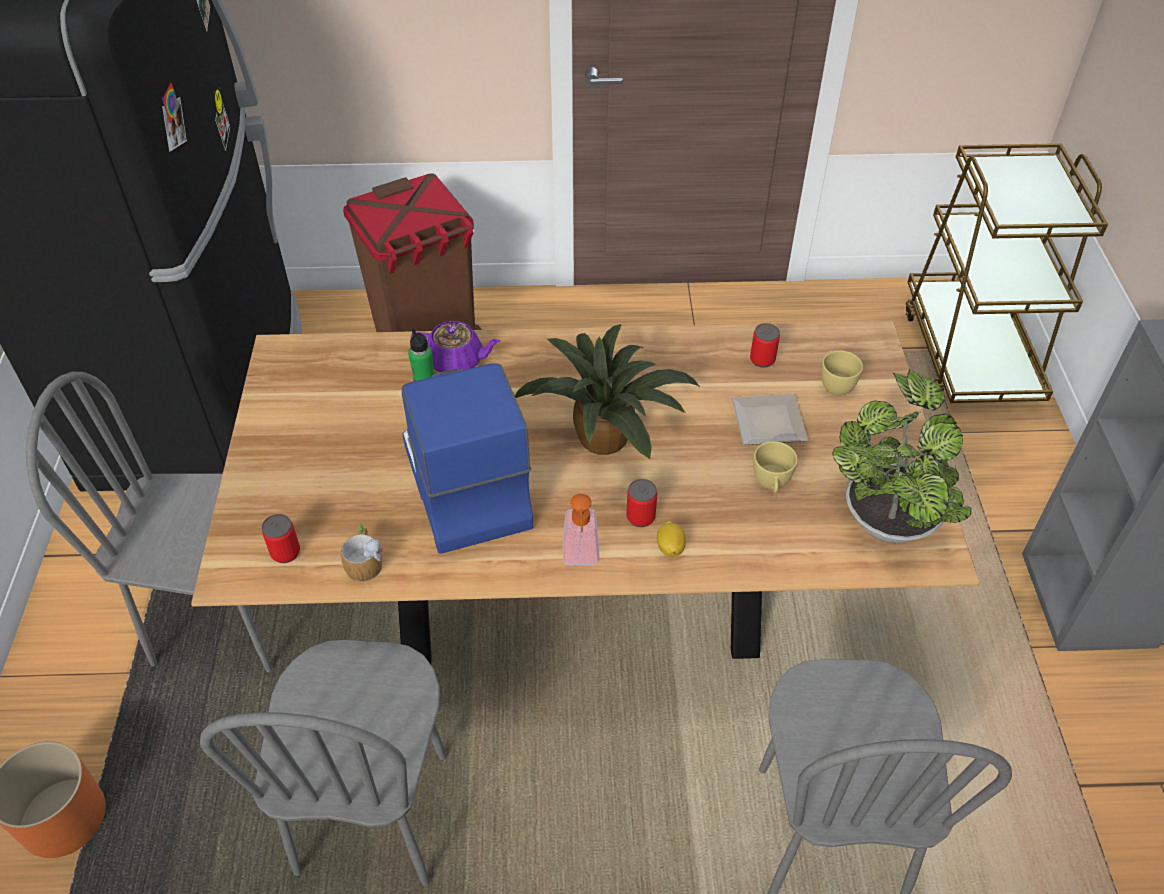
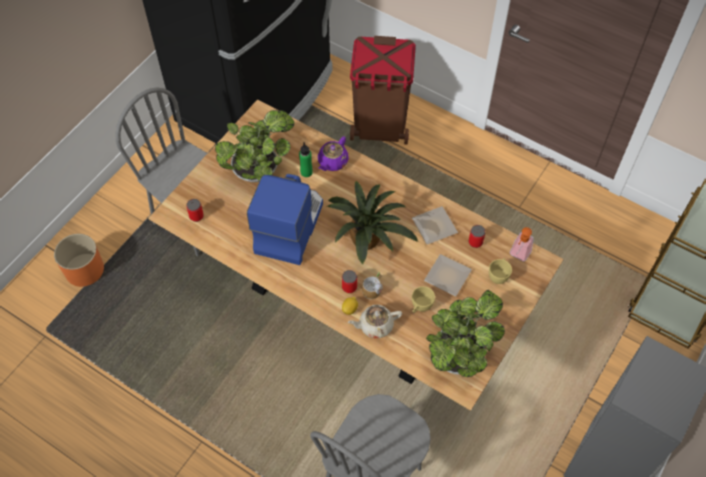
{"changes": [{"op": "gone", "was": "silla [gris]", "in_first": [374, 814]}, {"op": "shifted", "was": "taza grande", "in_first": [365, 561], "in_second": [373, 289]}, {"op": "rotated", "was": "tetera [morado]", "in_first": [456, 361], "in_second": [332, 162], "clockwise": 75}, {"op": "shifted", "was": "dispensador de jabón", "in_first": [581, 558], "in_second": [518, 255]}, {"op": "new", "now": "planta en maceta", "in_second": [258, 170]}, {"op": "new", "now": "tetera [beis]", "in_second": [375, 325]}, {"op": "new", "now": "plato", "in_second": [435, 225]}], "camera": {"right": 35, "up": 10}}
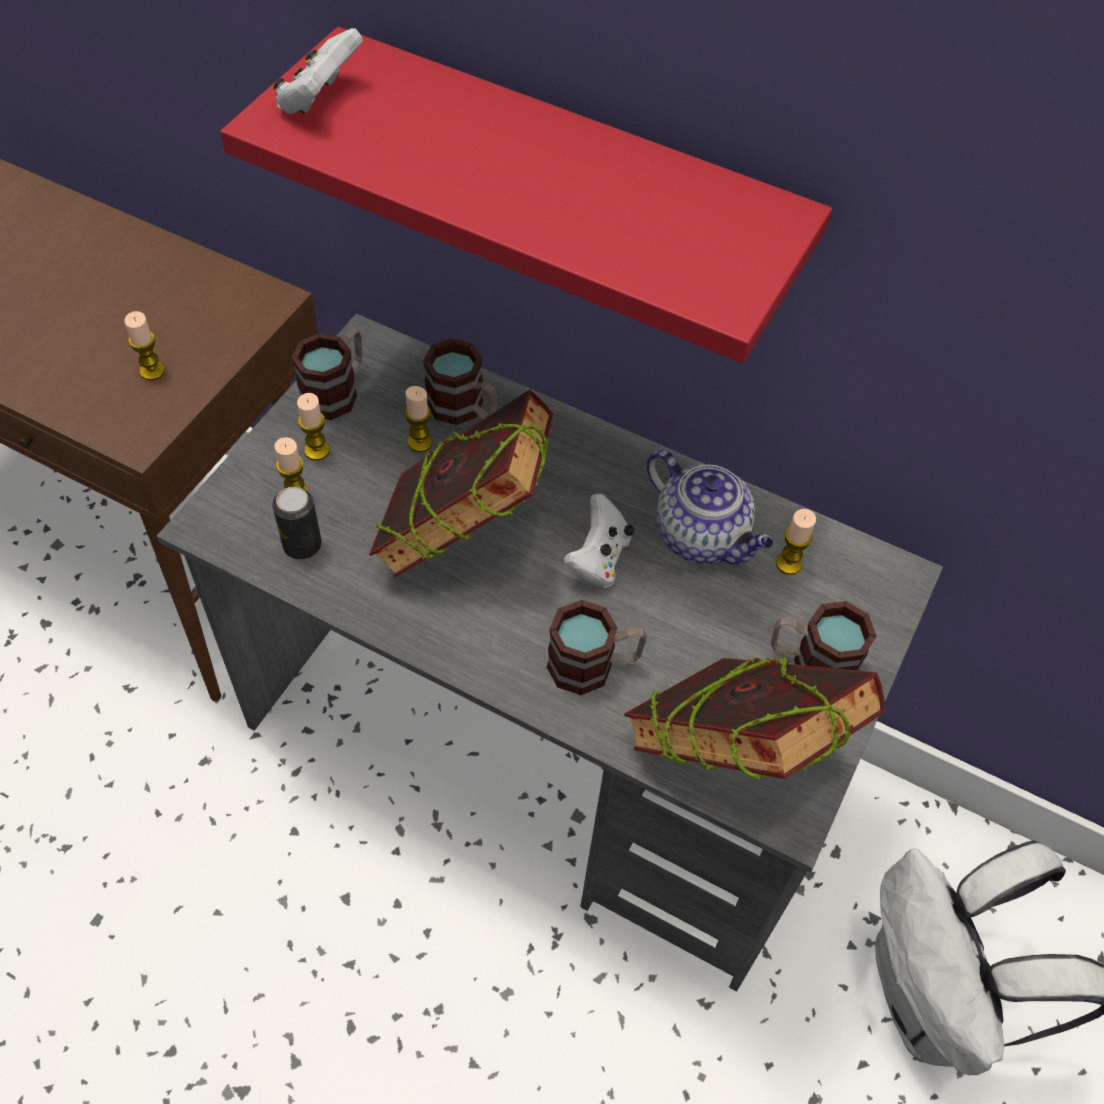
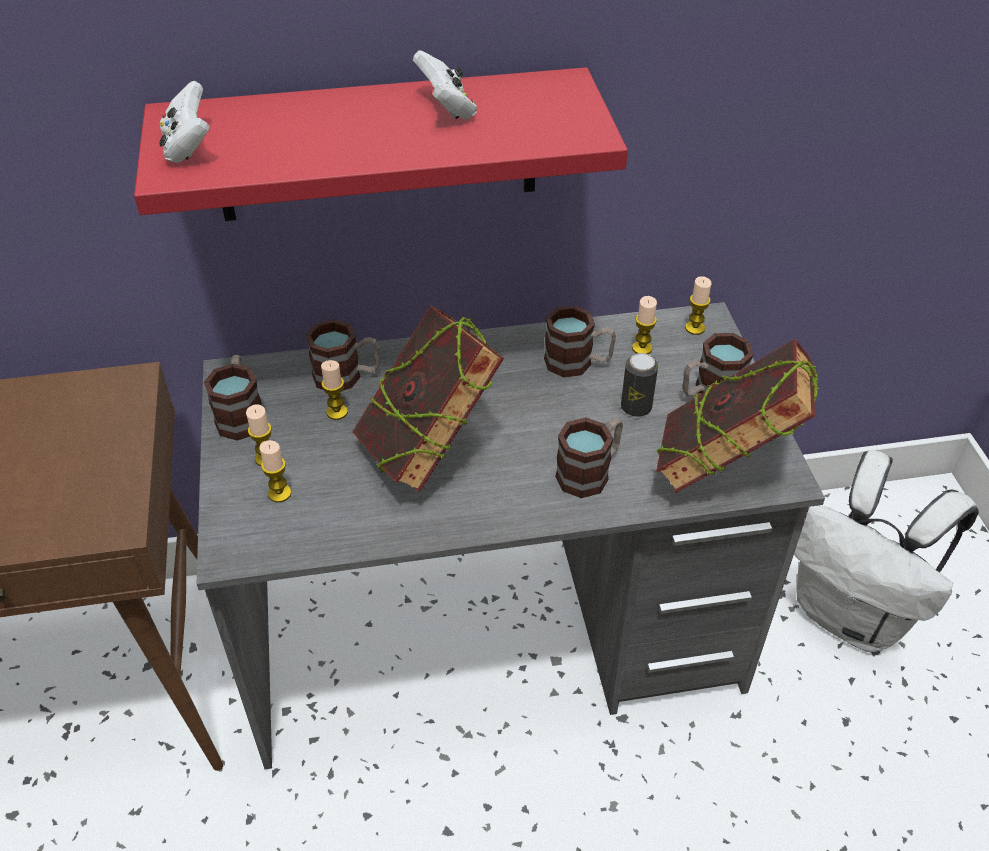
{"changes": [{"op": "shifted", "was": "vela", "in_first": [152, 371], "in_second": [695, 328]}, {"op": "shifted", "was": "lata", "in_first": [302, 545], "in_second": [636, 407]}, {"op": "shifted", "was": "mando de consola [blanco]", "in_first": [598, 558], "in_second": [447, 109]}, {"op": "swapped", "was": "tetera", "now": "taza grande", "in_first": [702, 537], "in_second": [578, 363]}], "camera": {"right": -35, "up": -10}}
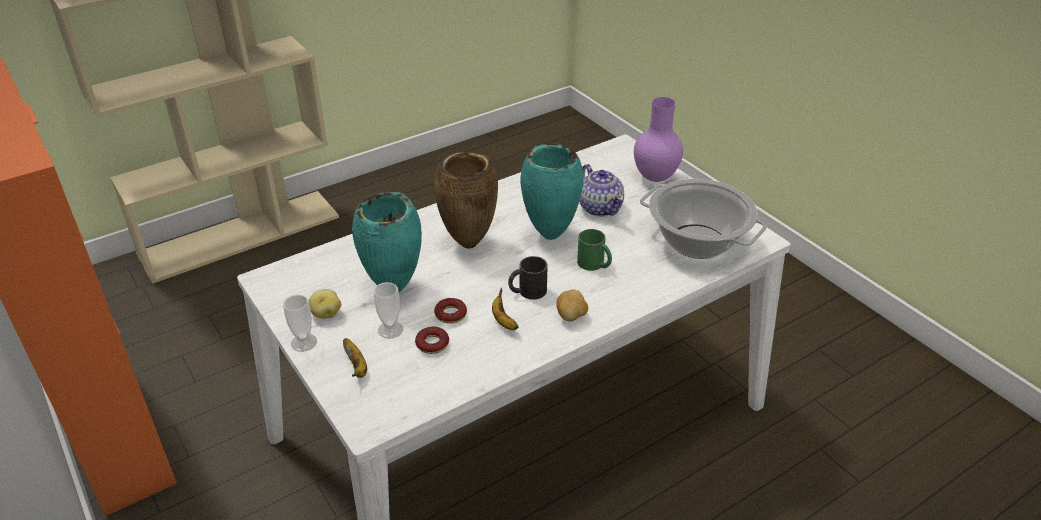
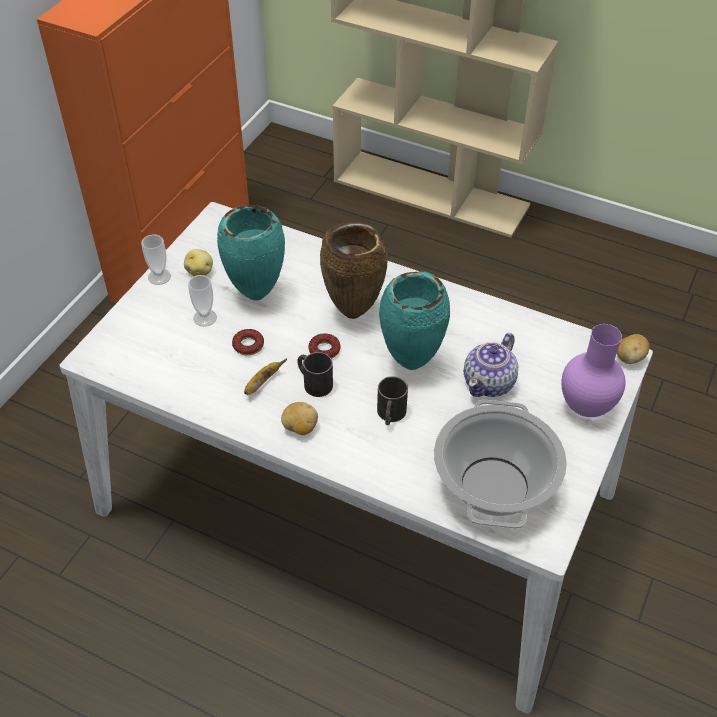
{"changes": [{"op": "gone", "was": "plátano", "in_first": [357, 366]}, {"op": "shifted", "was": "rosquilla", "in_first": [432, 343], "in_second": [324, 350]}, {"op": "repainted", "was": "taza grande [verde]", "now": "taza grande [negro]", "in_first": [595, 264], "in_second": [390, 415]}, {"op": "new", "now": "patata", "in_second": [629, 358]}], "camera": {"right": 60, "up": 10}}
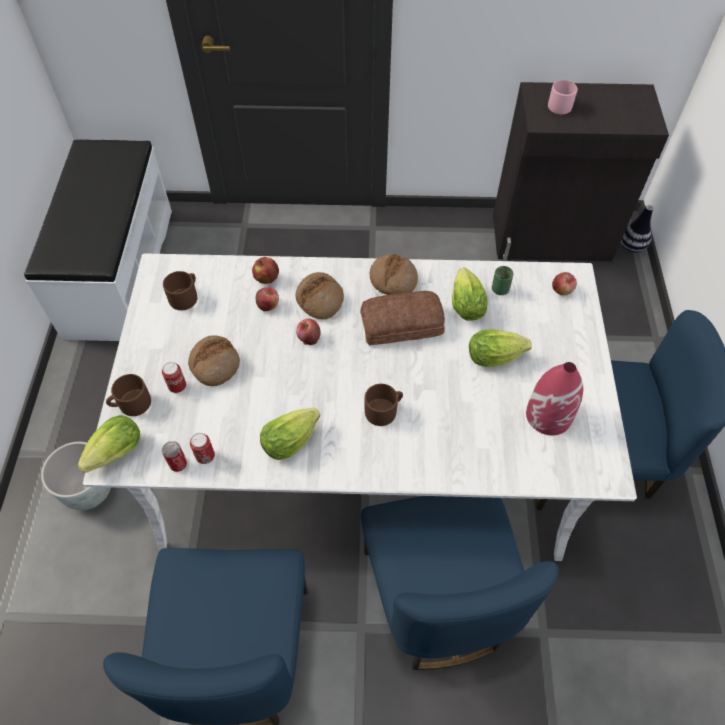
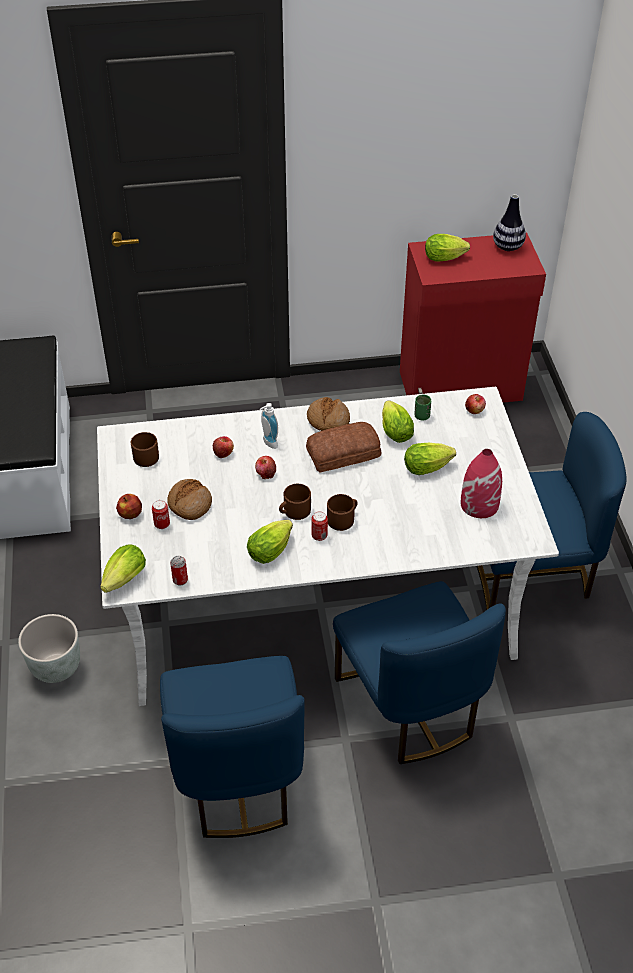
{"changes": [{"op": "shifted", "was": "taza grande [marrón]", "in_first": [131, 404], "in_second": [294, 511]}, {"op": "shifted", "was": "lata", "in_first": [205, 456], "in_second": [319, 536]}, {"op": "shifted", "was": "manzana", "in_first": [267, 278], "in_second": [130, 514]}, {"op": "swapped", "was": "pan", "now": "dispensador de jabón", "in_first": [320, 300], "in_second": [268, 443]}, {"op": "repainted", "was": "armario [negro]", "now": "armario [rojo]", "in_first": [552, 239], "in_second": [461, 387]}, {"op": "swapped", "was": "taza grande [rosa]", "now": "lechuga", "in_first": [559, 104], "in_second": [446, 258]}, {"op": "shifted", "was": "florero", "in_first": [631, 247], "in_second": [508, 247]}], "camera": {"right": -10, "up": -10}}
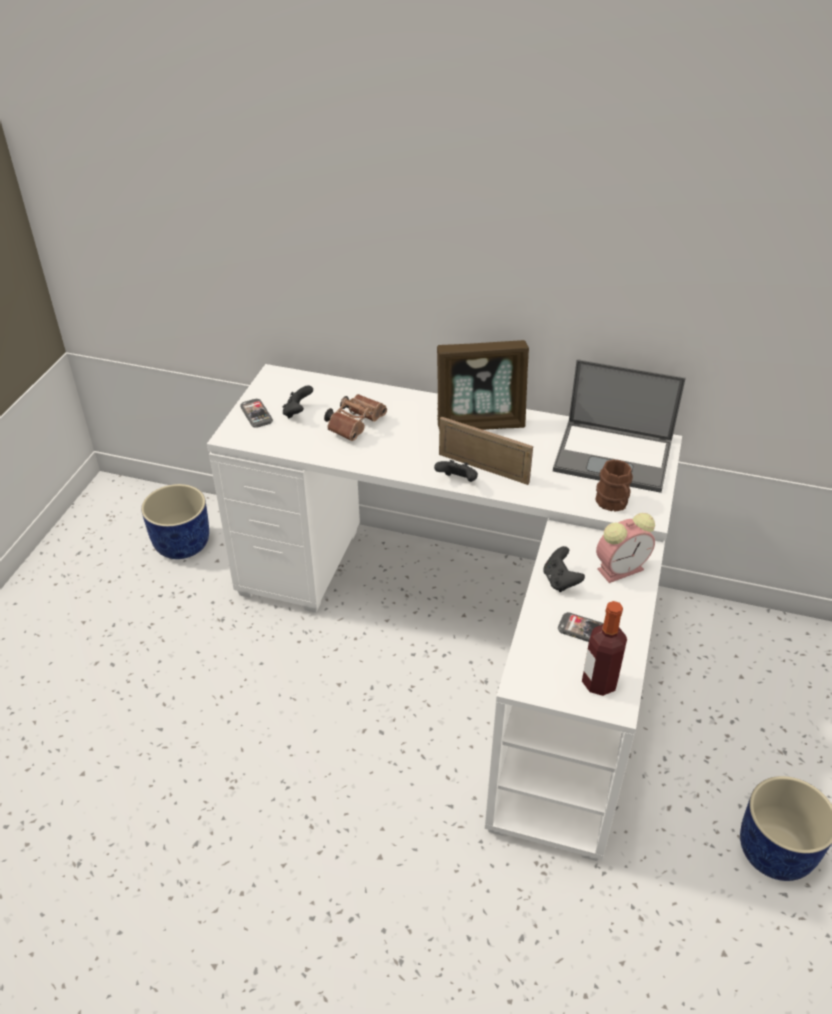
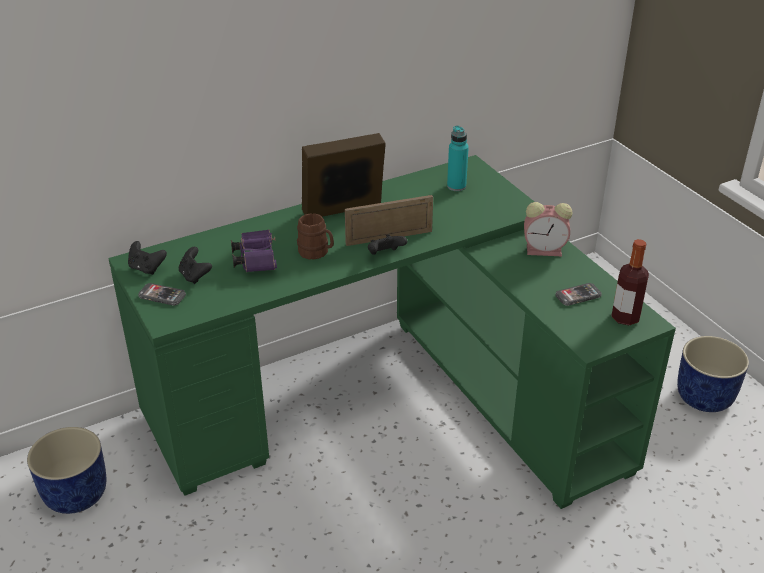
{"changes": [{"op": "repainted", "was": "escritorio [blanco]", "now": "escritorio [verde]", "in_first": [471, 632], "in_second": [394, 400]}, {"op": "repainted", "was": "prismáticos [marrón]", "now": "prismáticos [morado]", "in_first": [356, 424], "in_second": [255, 259]}, {"op": "rotated", "was": "portarretratos", "in_first": [480, 423], "in_second": [343, 211], "clockwise": -150}, {"op": "shifted", "was": "mando de consola [negro]", "in_first": [560, 581], "in_second": [146, 268]}, {"op": "swapped", "was": "portátil", "now": "botella [turquesa]", "in_first": [614, 456], "in_second": [456, 186]}, {"op": "shifted", "was": "taza grande [marrón]", "in_first": [613, 504], "in_second": [316, 253]}, {"op": "rotated", "was": "despertador", "in_first": [621, 568], "in_second": [545, 250], "clockwise": 75}], "camera": {"right": -45, "up": -5}}
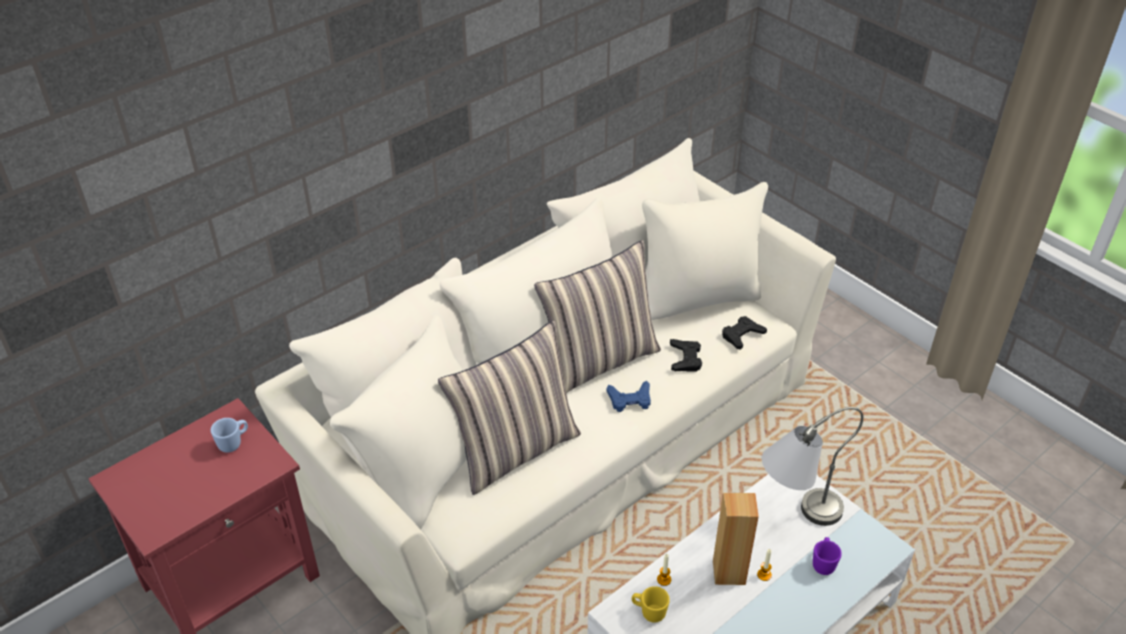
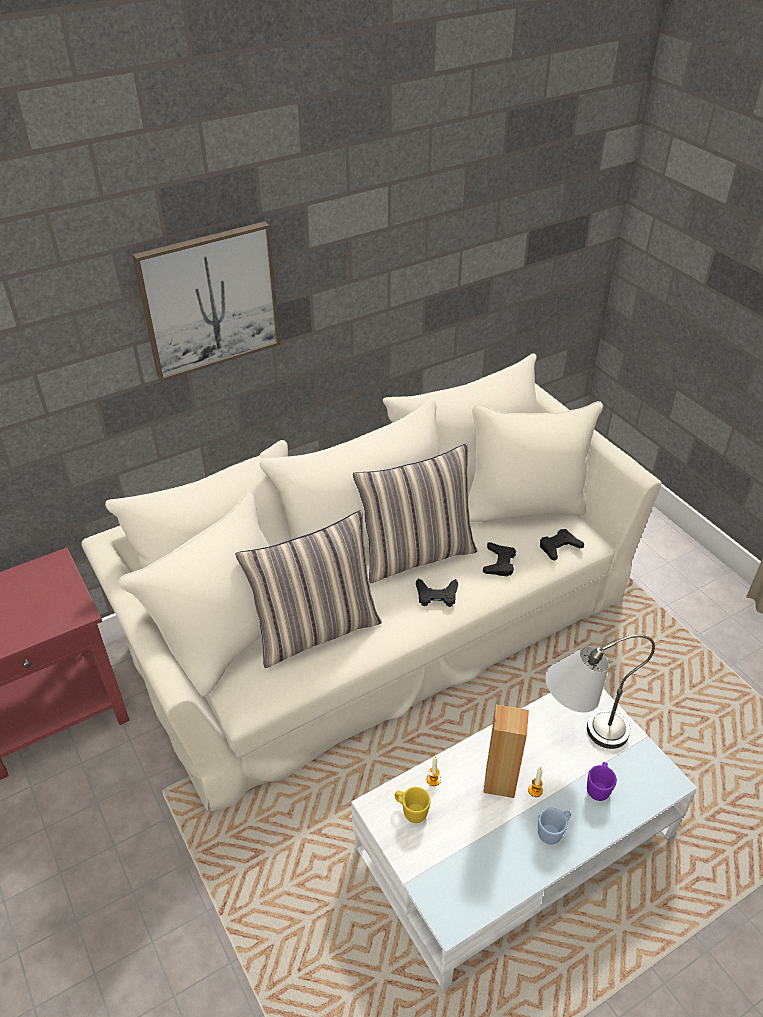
{"changes": [{"op": "shifted", "was": "taza grande [azul]", "in_first": [234, 443], "in_second": [553, 832]}, {"op": "repainted", "was": "mando de consola [azul]", "now": "mando de consola [negro]", "in_first": [630, 400], "in_second": [436, 595]}, {"op": "new", "now": "cuadro", "in_second": [210, 300]}], "camera": {"right": 10, "up": 0}}
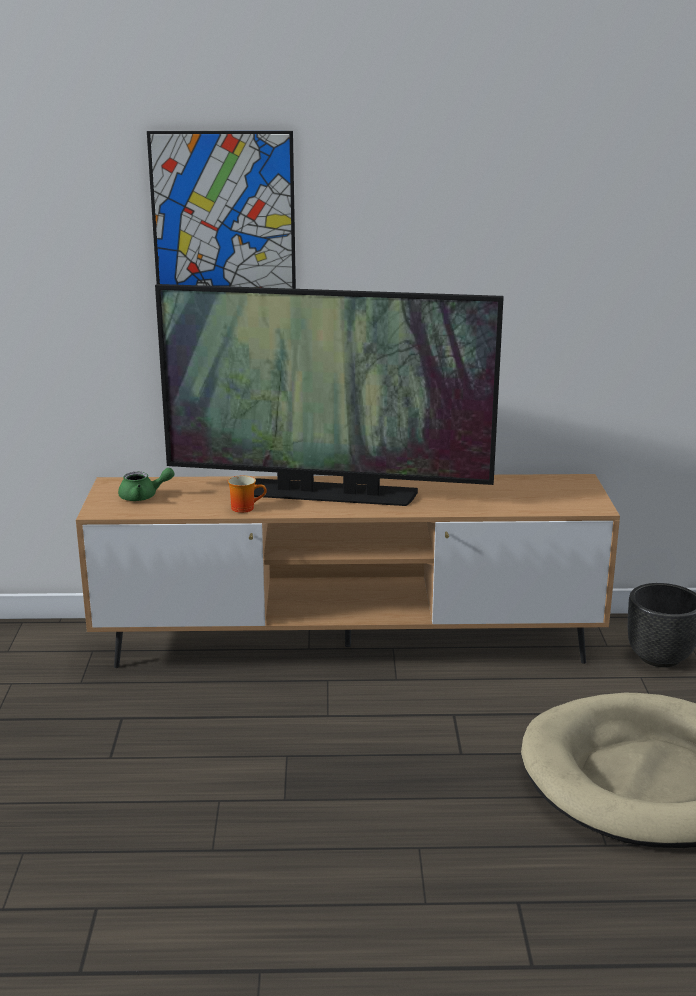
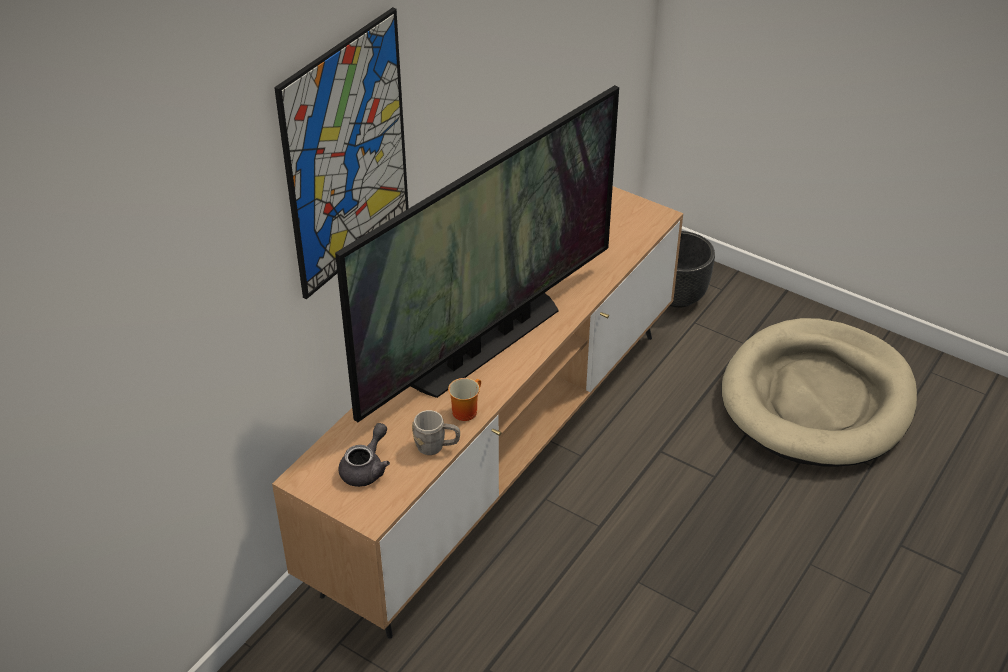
{"changes": [{"op": "repainted", "was": "tetera [verde]", "now": "tetera [gris]", "in_first": [143, 497], "in_second": [366, 468]}, {"op": "new", "now": "taza grande [gris]", "in_second": [436, 446]}], "camera": {"right": -55, "up": 20}}
